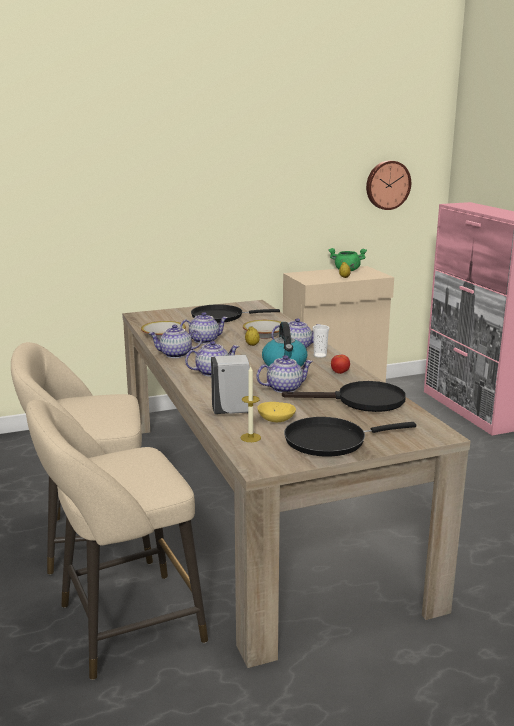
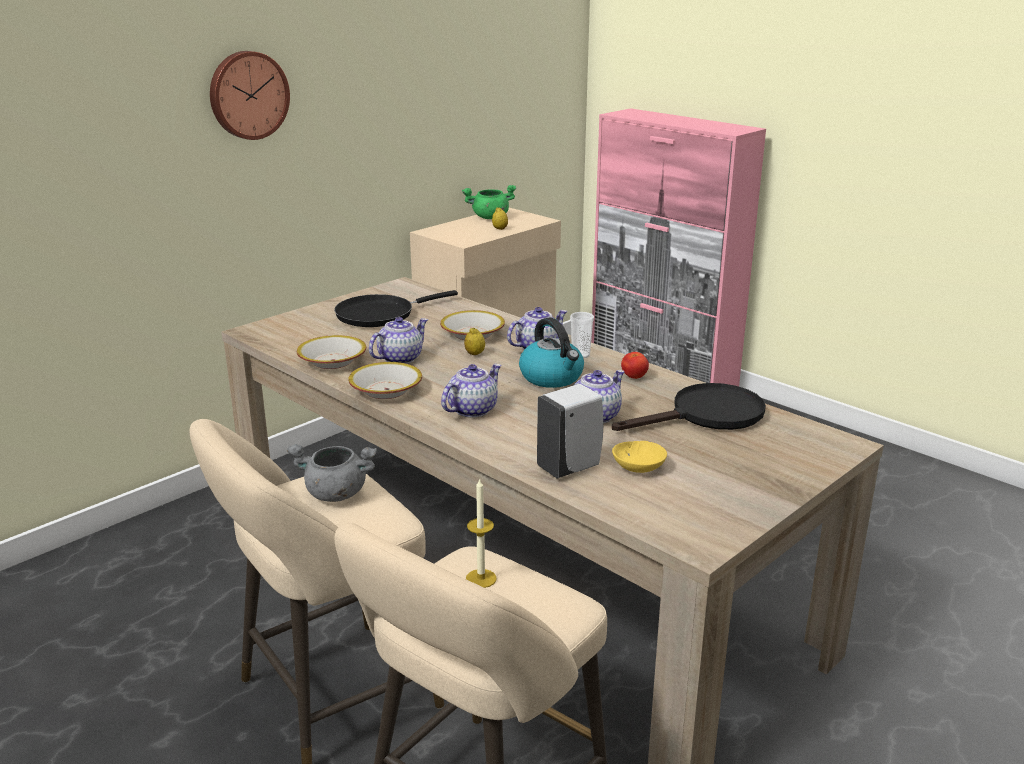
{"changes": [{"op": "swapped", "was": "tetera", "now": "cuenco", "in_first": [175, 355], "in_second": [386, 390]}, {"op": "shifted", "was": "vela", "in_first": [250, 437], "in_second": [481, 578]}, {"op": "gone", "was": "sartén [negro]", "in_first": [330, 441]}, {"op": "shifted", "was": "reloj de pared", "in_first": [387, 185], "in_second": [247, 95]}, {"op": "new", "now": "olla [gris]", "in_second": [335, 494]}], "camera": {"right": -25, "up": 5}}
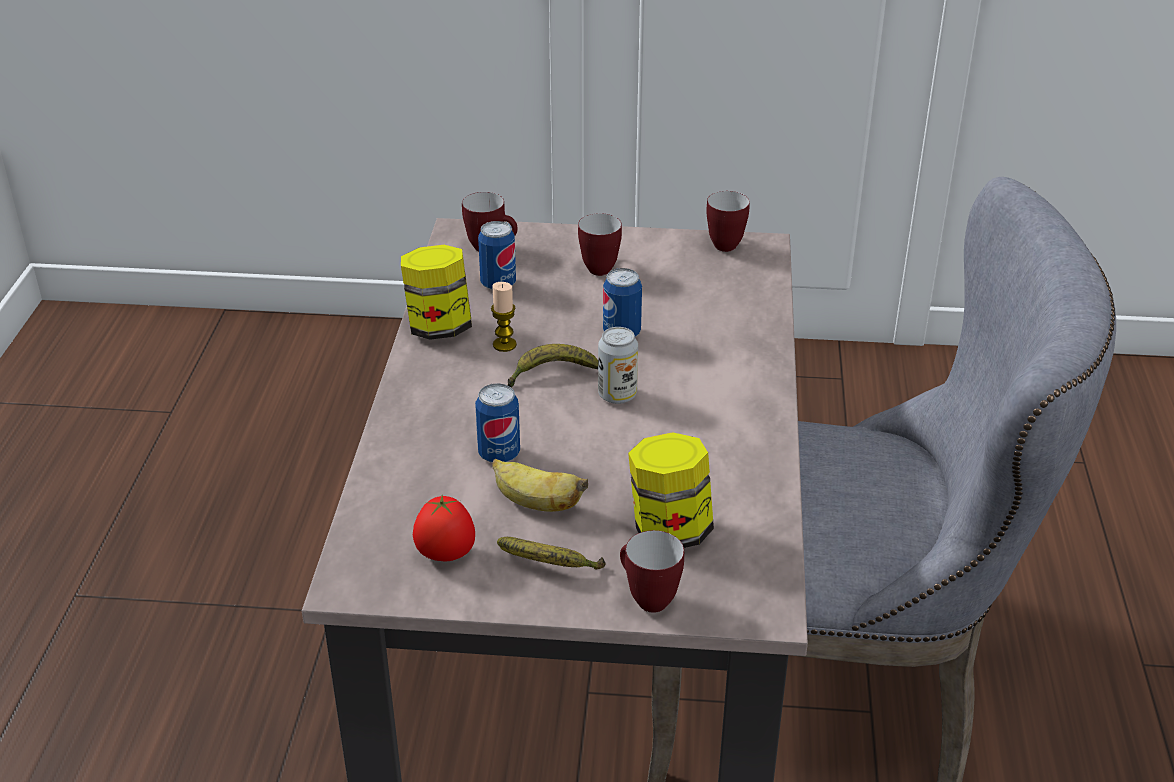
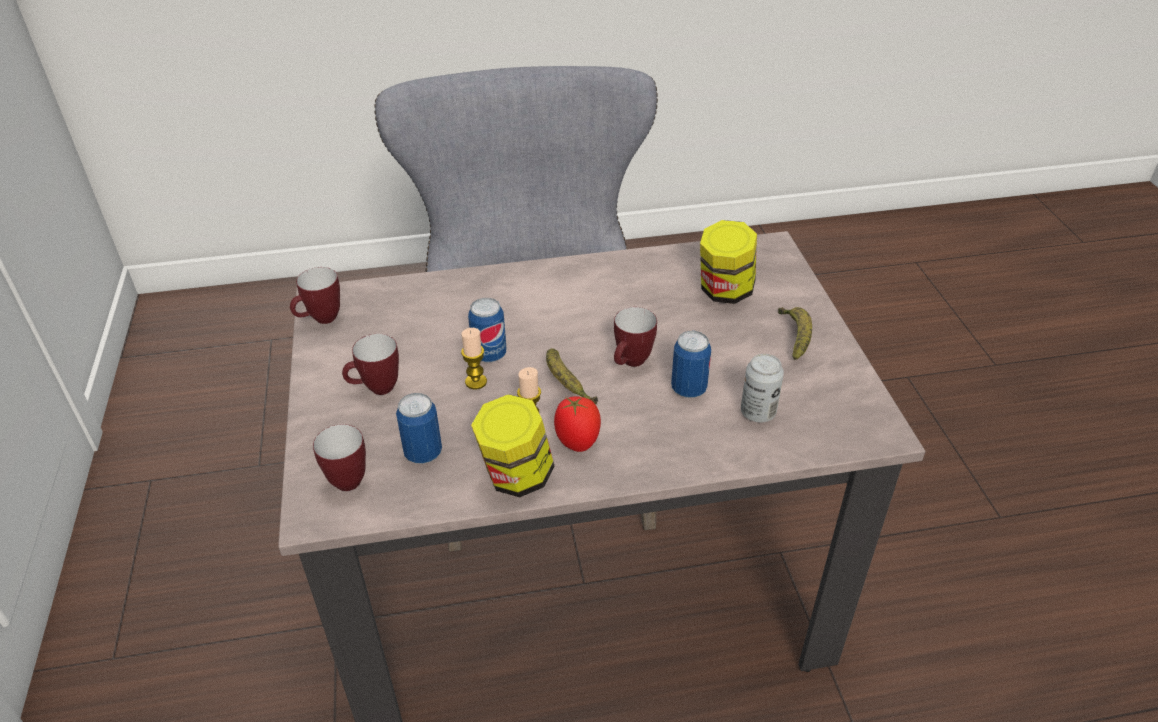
{"changes": [{"op": "shifted", "was": "tomate", "in_first": [445, 555], "in_second": [577, 442]}, {"op": "gone", "was": "plátano", "in_first": [536, 503]}, {"op": "shifted", "was": "lata", "in_first": [617, 395], "in_second": [758, 412]}, {"op": "shifted", "was": "taza grande", "in_first": [646, 598], "in_second": [631, 364]}, {"op": "new", "now": "vela", "in_second": [476, 382]}], "camera": {"right": -105, "up": 5}}
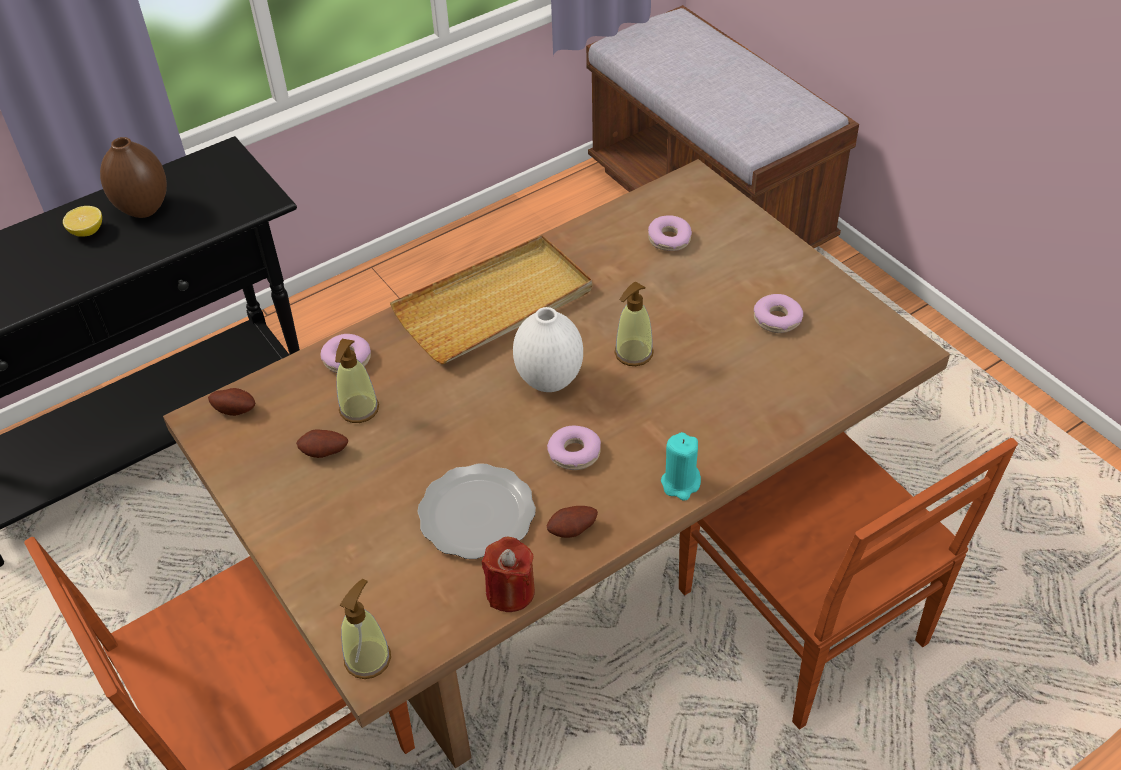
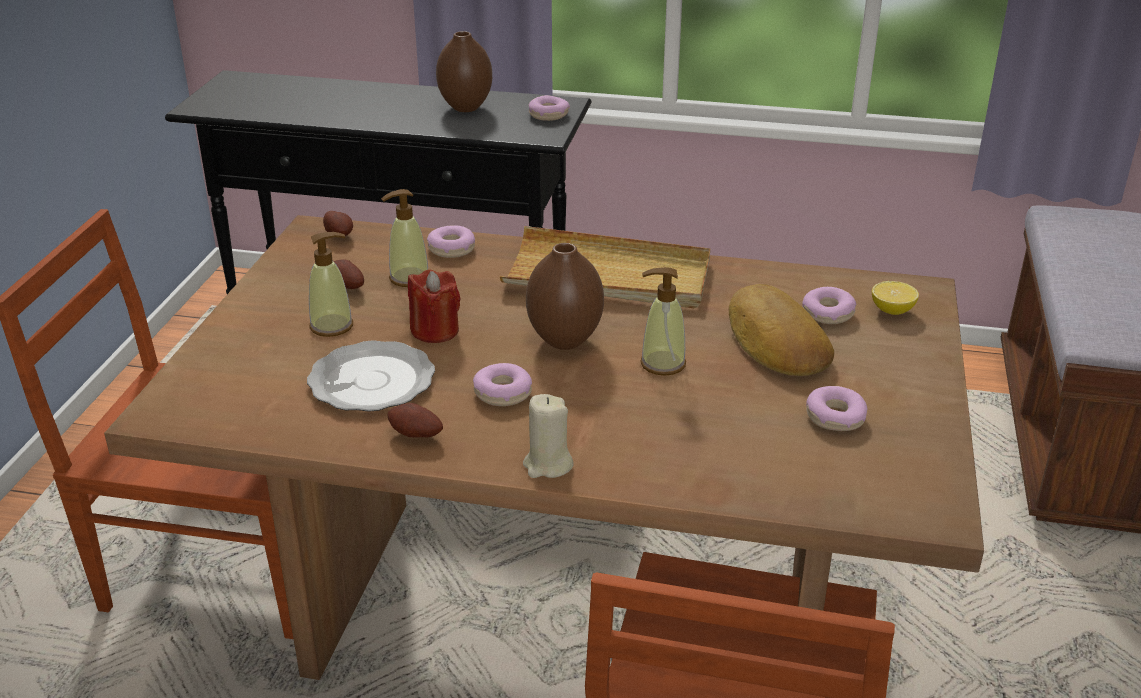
{"changes": [{"op": "shifted", "was": "limón", "in_first": [87, 231], "in_second": [892, 311]}, {"op": "shifted", "was": "dispensador de jabón", "in_first": [368, 658], "in_second": [332, 326]}, {"op": "shifted", "was": "vela [rojo]", "in_first": [510, 591], "in_second": [435, 331]}, {"op": "repainted", "was": "florero [blanco]", "now": "florero [marrón]", "in_first": [548, 381], "in_second": [564, 340]}, {"op": "repainted", "was": "vela [turquesa]", "now": "vela [beis]", "in_first": [680, 483], "in_second": [547, 465]}, {"op": "new", "now": "rosquilla", "in_second": [549, 115]}, {"op": "new", "now": "pan", "in_second": [774, 342]}], "camera": {"right": 45, "up": -15}}
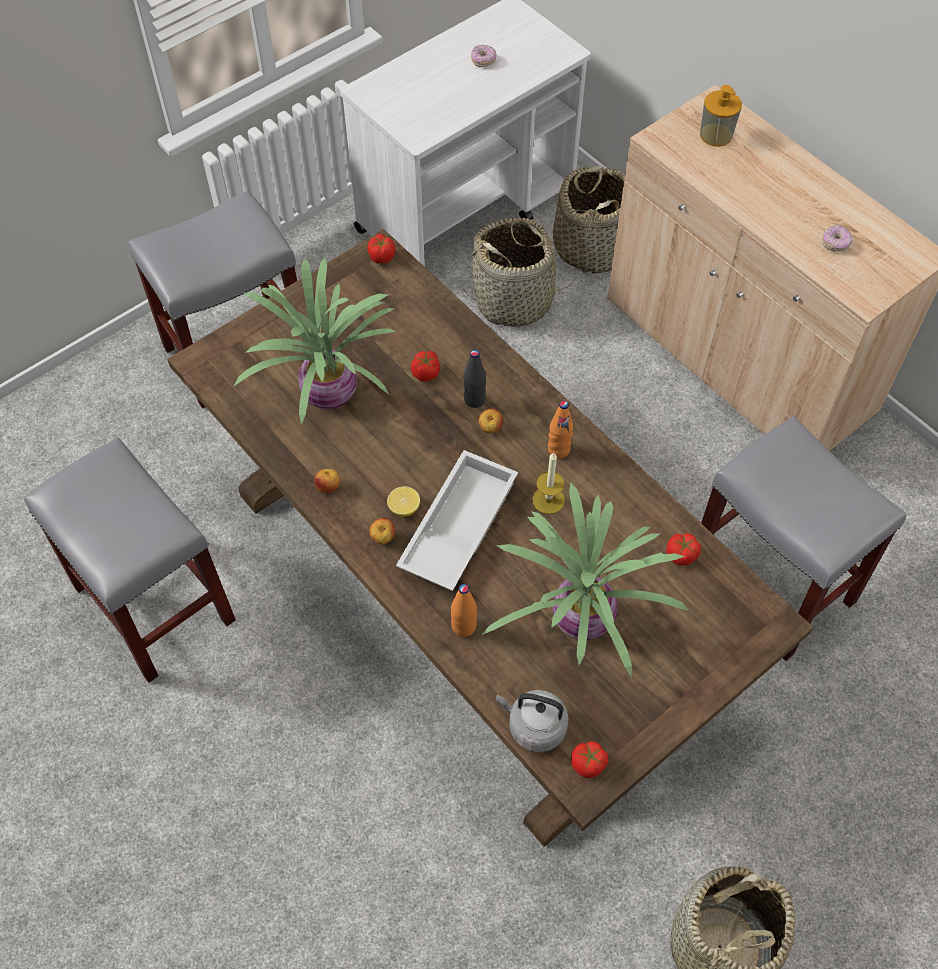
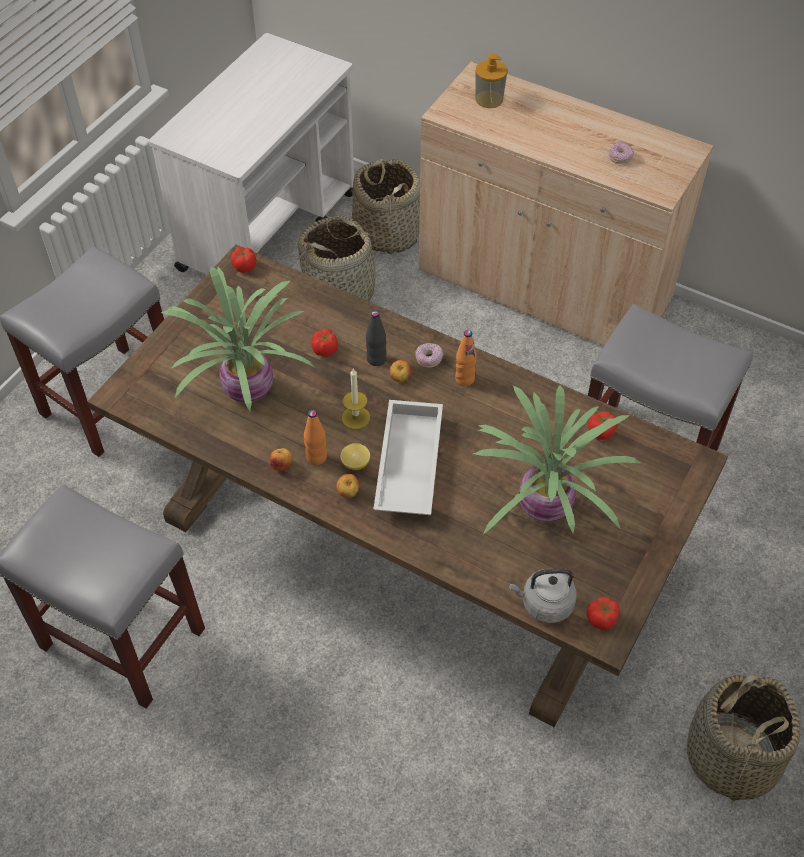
{"changes": [{"op": "shifted", "was": "botella [naranja]", "in_first": [464, 627], "in_second": [316, 457]}, {"op": "shifted", "was": "rosquilla", "in_first": [483, 60], "in_second": [429, 359]}, {"op": "shifted", "was": "vela", "in_first": [548, 500], "in_second": [355, 417]}], "camera": {"right": -20, "up": -5}}
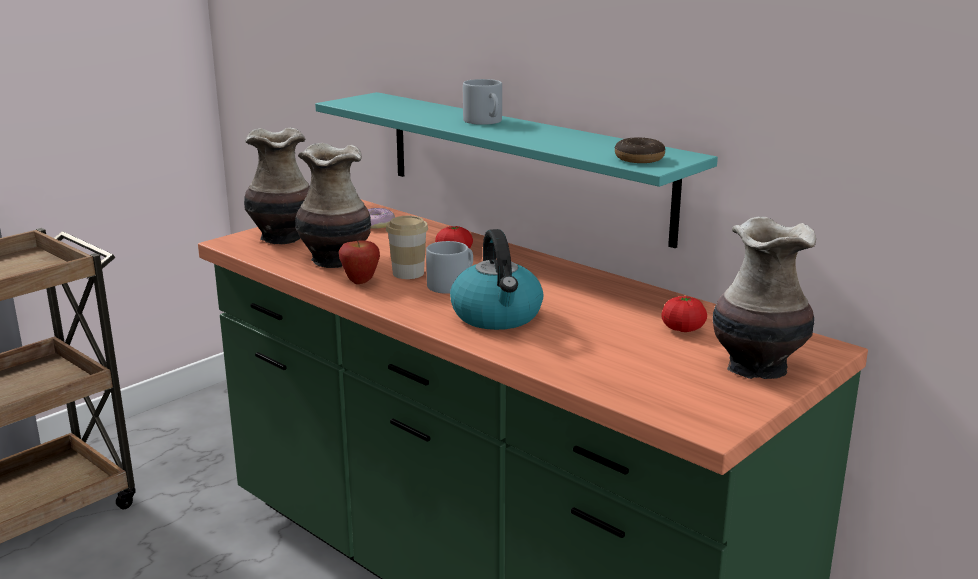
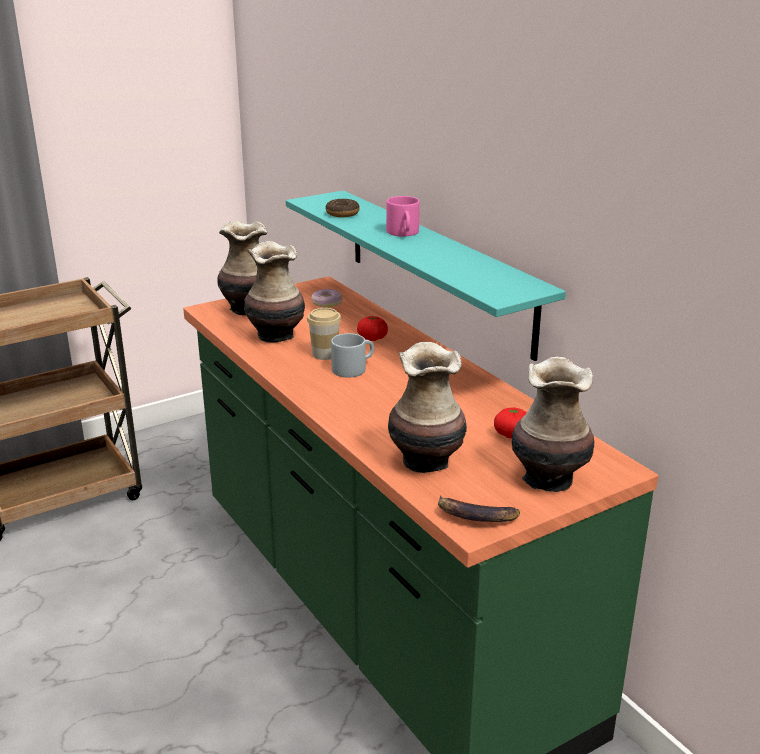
{"changes": [{"op": "gone", "was": "manzana", "in_first": [360, 282]}, {"op": "gone", "was": "hervidor", "in_first": [497, 316]}, {"op": "repainted", "was": "taza grande [gris]", "now": "taza grande [rosa]", "in_first": [486, 121], "in_second": [404, 233]}, {"op": "shifted", "was": "rosquilla", "in_first": [639, 158], "in_second": [342, 213]}, {"op": "new", "now": "florero", "in_second": [426, 460]}, {"op": "new", "now": "plátano", "in_second": [475, 516]}], "camera": {"right": 15, "up": 5}}
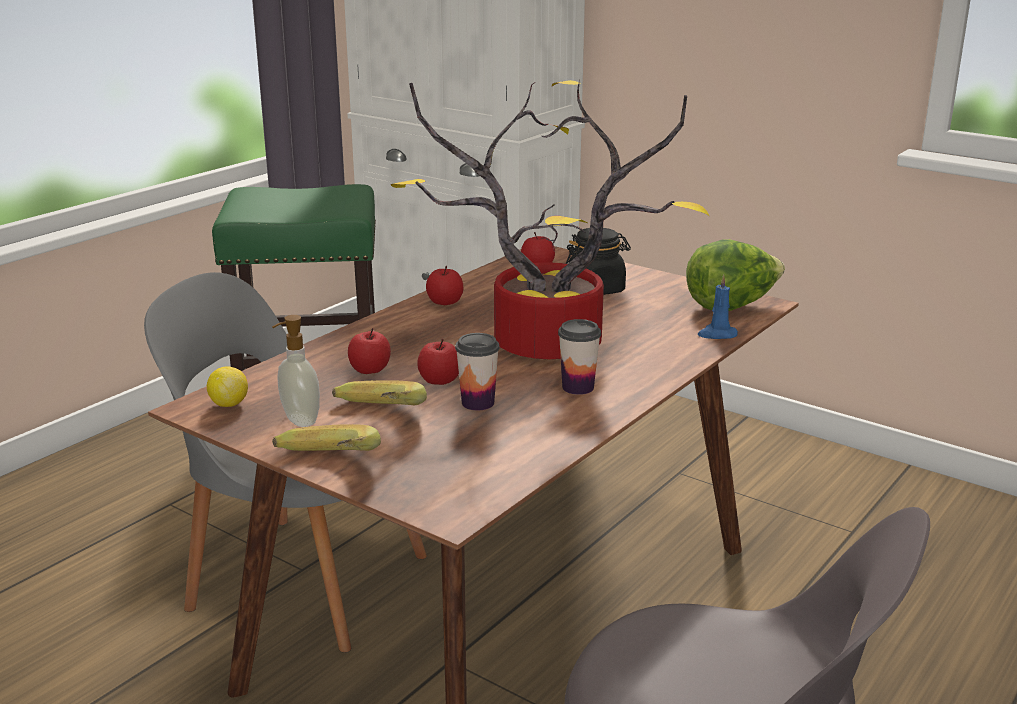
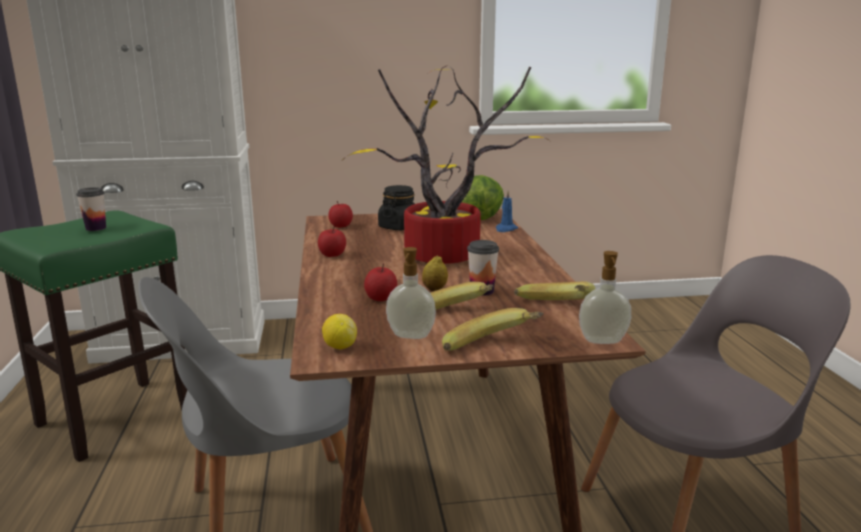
{"changes": [{"op": "swapped", "was": "manzana", "now": "limón", "in_first": [440, 381], "in_second": [434, 289]}, {"op": "shifted", "was": "taza", "in_first": [578, 387], "in_second": [96, 228]}, {"op": "new", "now": "plátano", "in_second": [554, 310]}, {"op": "new", "now": "dispensador de jabón", "in_second": [603, 341]}], "camera": {"right": -45, "up": -5}}
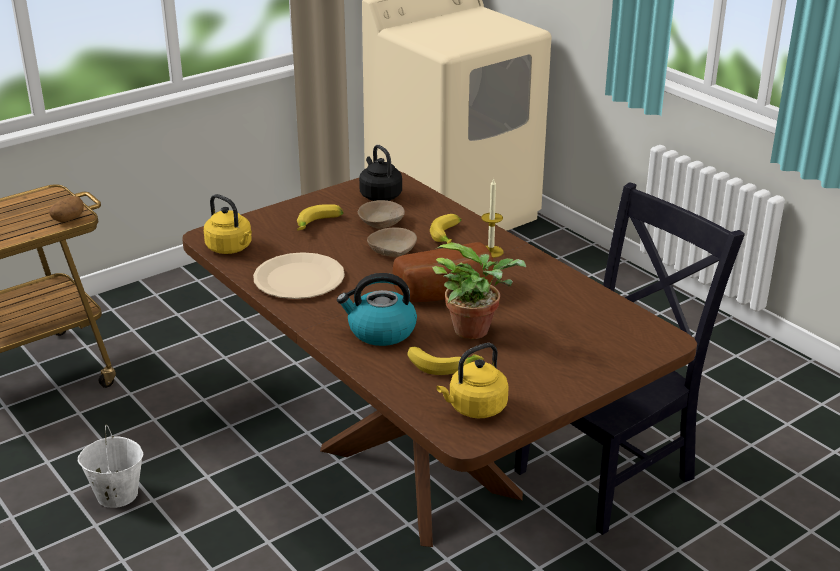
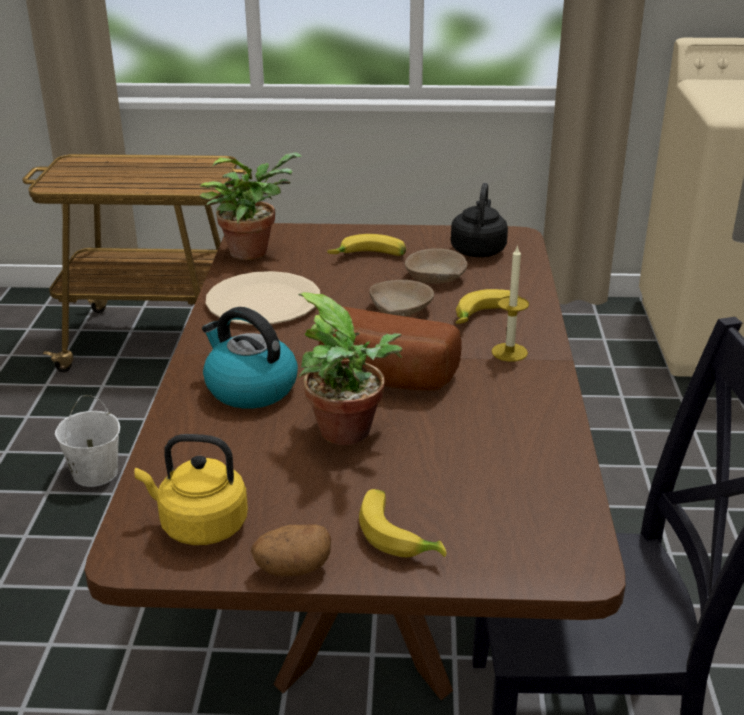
{"changes": [{"op": "shifted", "was": "patata", "in_first": [68, 219], "in_second": [292, 568]}, {"op": "swapped", "was": "hervidor [amarillo]", "now": "planta en maceta", "in_first": [231, 248], "in_second": [253, 250]}, {"op": "shifted", "was": "plátano", "in_first": [442, 365], "in_second": [400, 535]}], "camera": {"right": 40, "up": 0}}
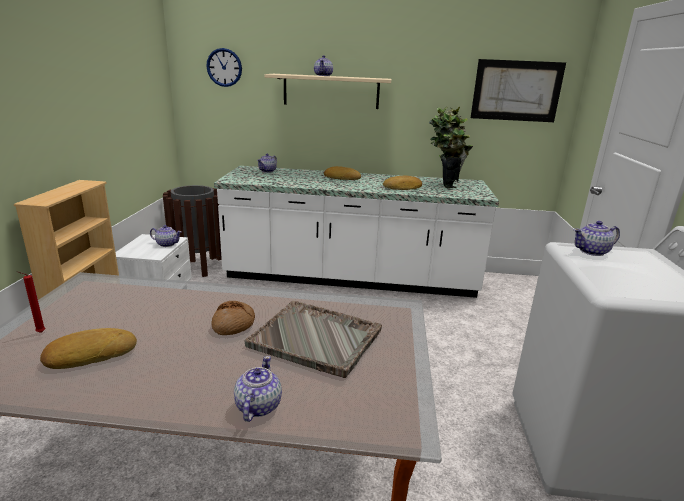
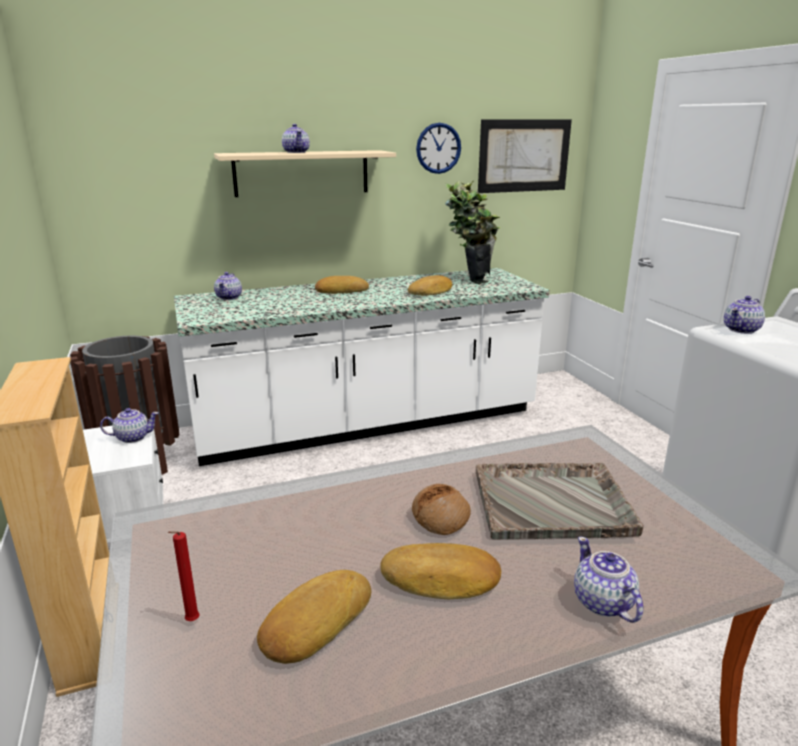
{"changes": [{"op": "shifted", "was": "reloj de pared", "in_first": [224, 67], "in_second": [438, 148]}, {"op": "new", "now": "pan", "in_second": [441, 579]}], "camera": {"right": -25, "up": 0}}
